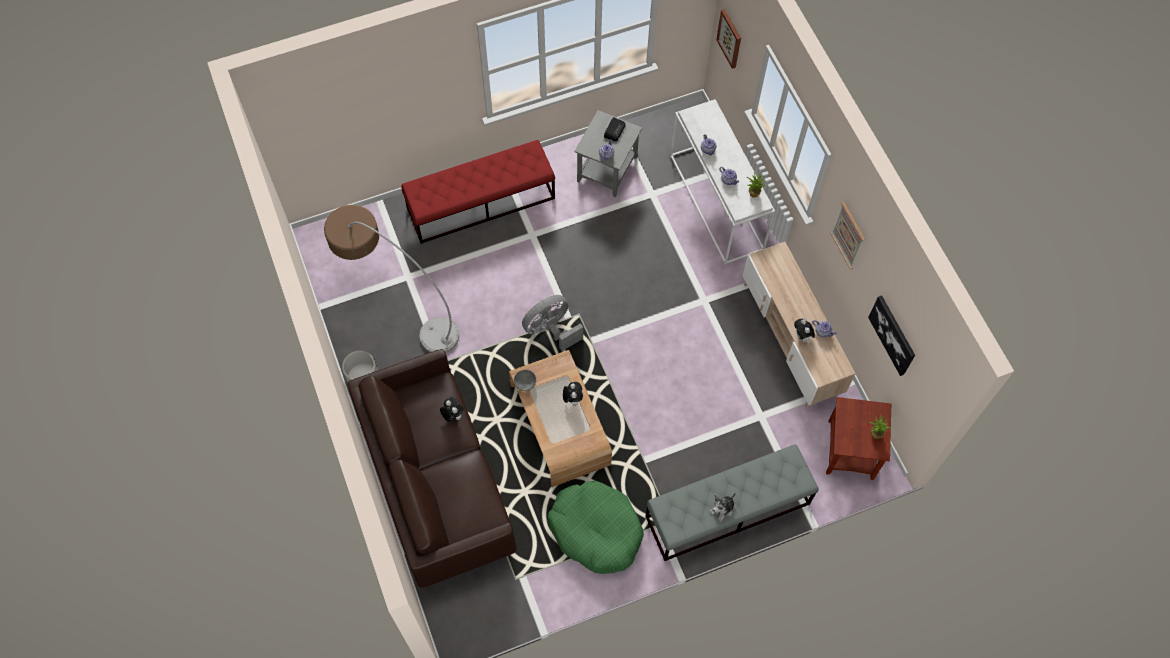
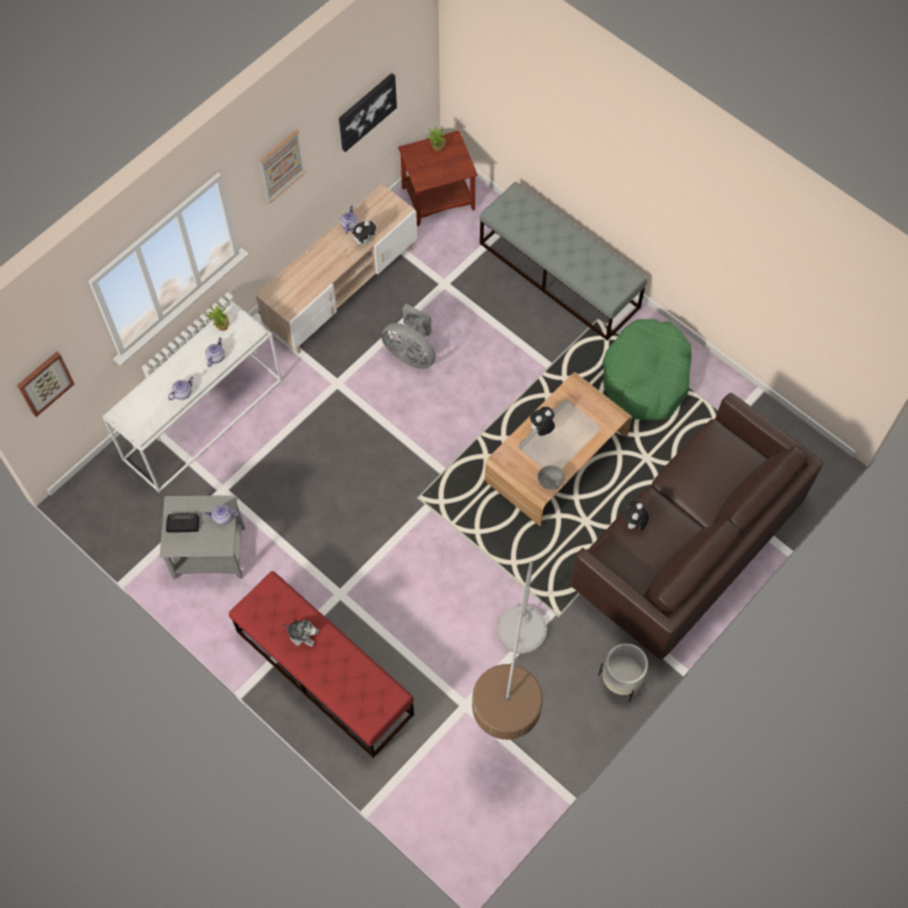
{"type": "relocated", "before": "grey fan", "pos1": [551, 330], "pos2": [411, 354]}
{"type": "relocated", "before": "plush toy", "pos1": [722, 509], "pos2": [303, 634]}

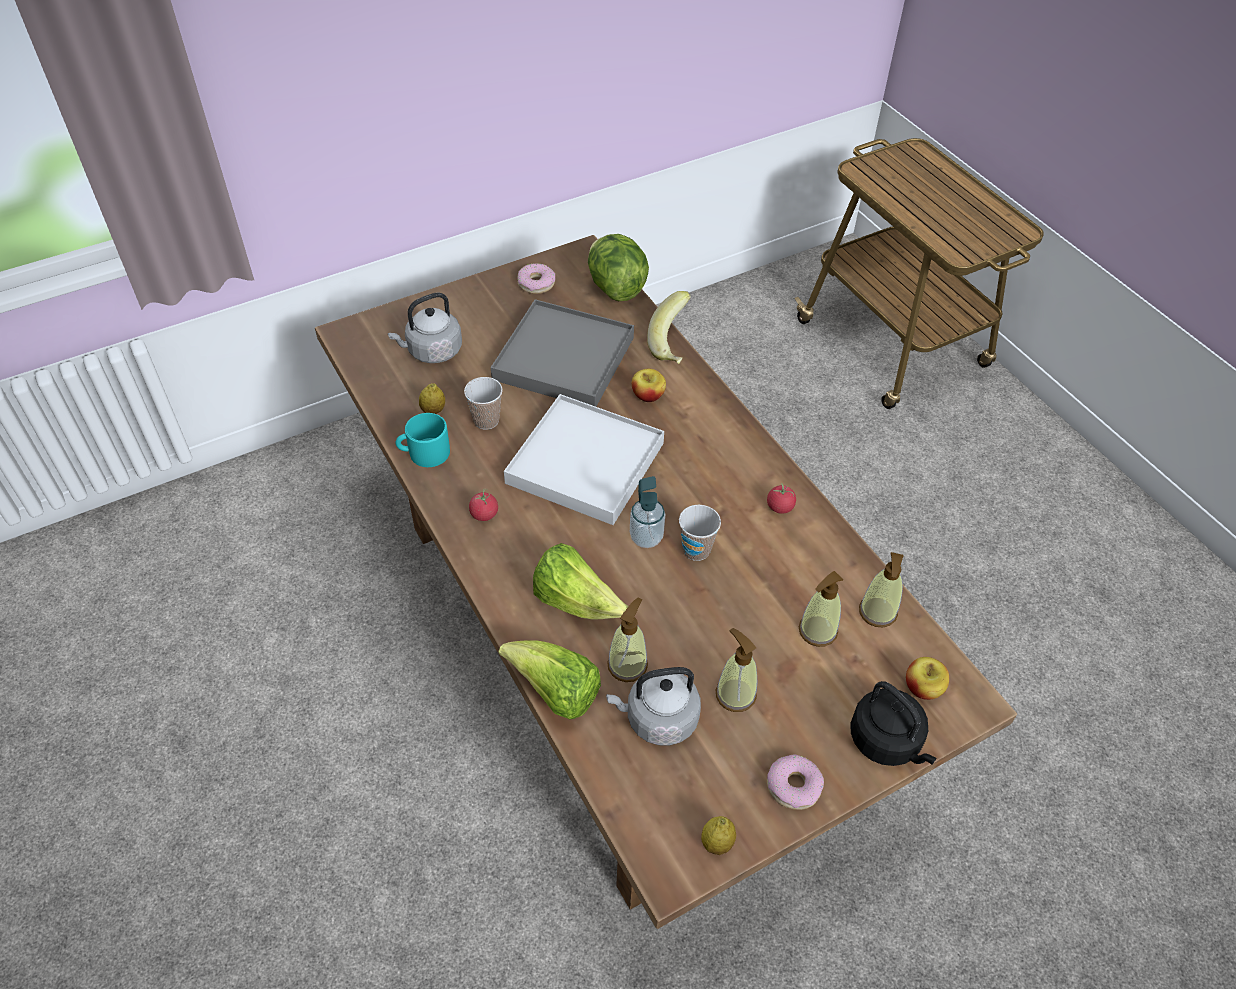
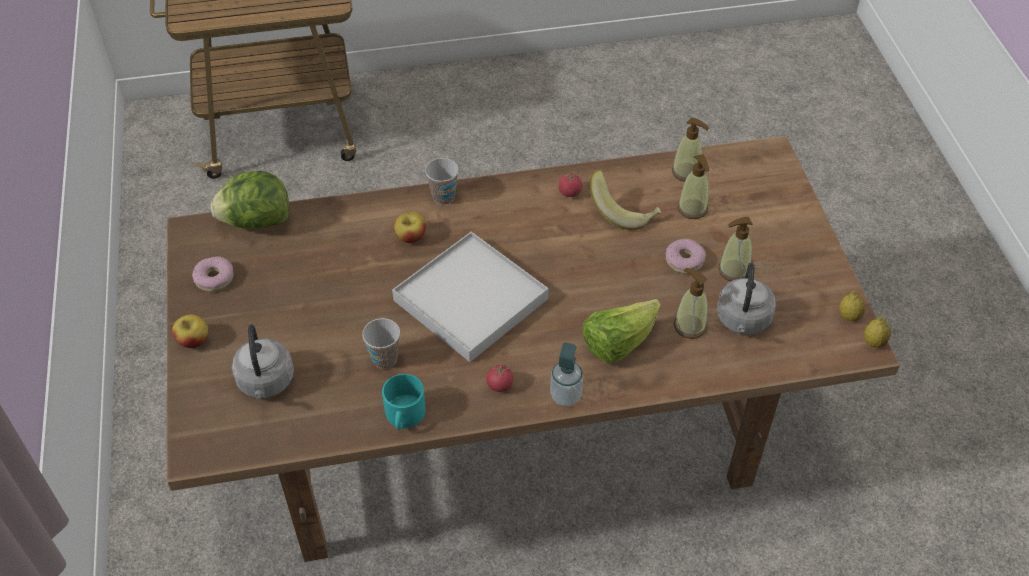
{"type": "relocated", "before": "banana", "pos1": [674, 344], "pos2": [623, 212]}
{"type": "missing", "before": "grey tray", "pos1": [564, 359]}
{"type": "relocated", "before": "lemon", "pos1": [433, 410], "pos2": [874, 342]}
{"type": "relocated", "before": "soap dispenser", "pos1": [646, 537], "pos2": [565, 396]}
{"type": "relocated", "before": "cup", "pos1": [696, 550], "pos2": [443, 196]}
{"type": "missing", "before": "lettuce", "pos1": [555, 692]}
{"type": "relocated", "before": "apple", "pos1": [922, 688], "pos2": [193, 340]}
{"type": "missing", "before": "black kettle", "pos1": [887, 742]}
{"type": "relocated", "before": "donut", "pos1": [793, 786], "pos2": [684, 260]}

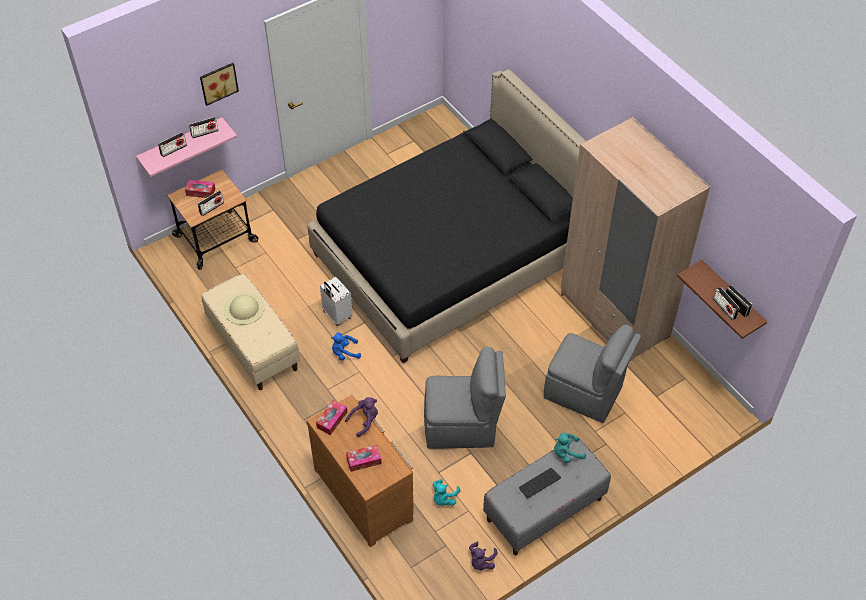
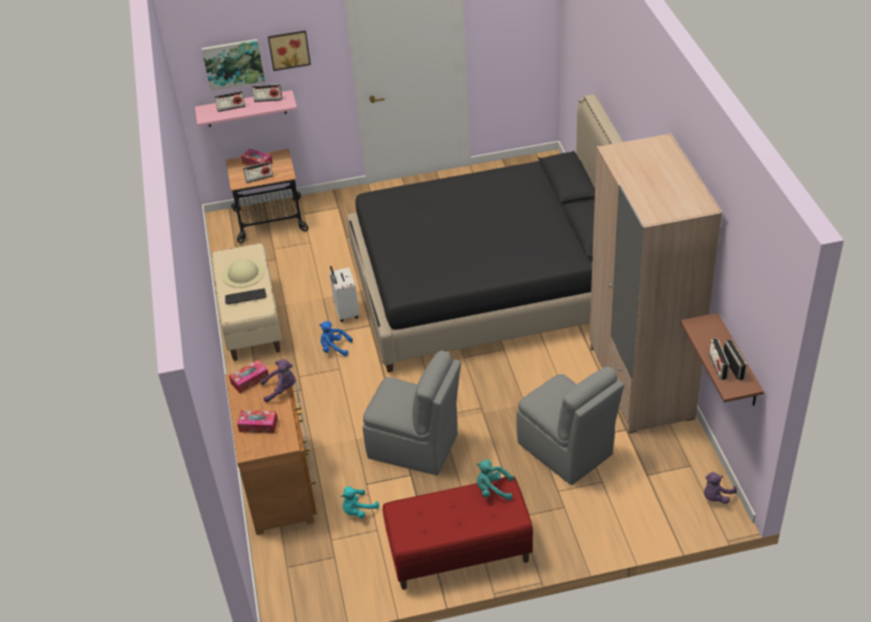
{"type": "colour", "before": "grey bench", "after": "red bench", "pos1": [544, 510], "pos2": [459, 553]}
{"type": "relocated", "before": "keyboard", "pos1": [539, 483], "pos2": [245, 296]}
{"type": "relocated", "before": "purple plush toy", "pos1": [481, 562], "pos2": [716, 496]}
{"type": "appeared", "after": "picture", "pos2": [233, 64]}

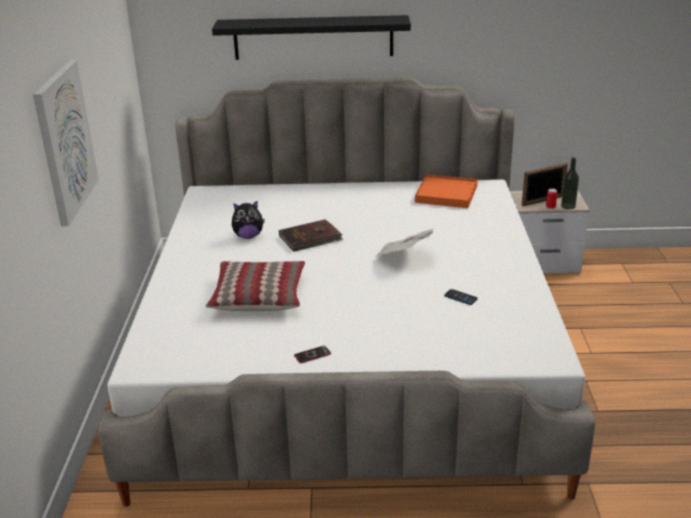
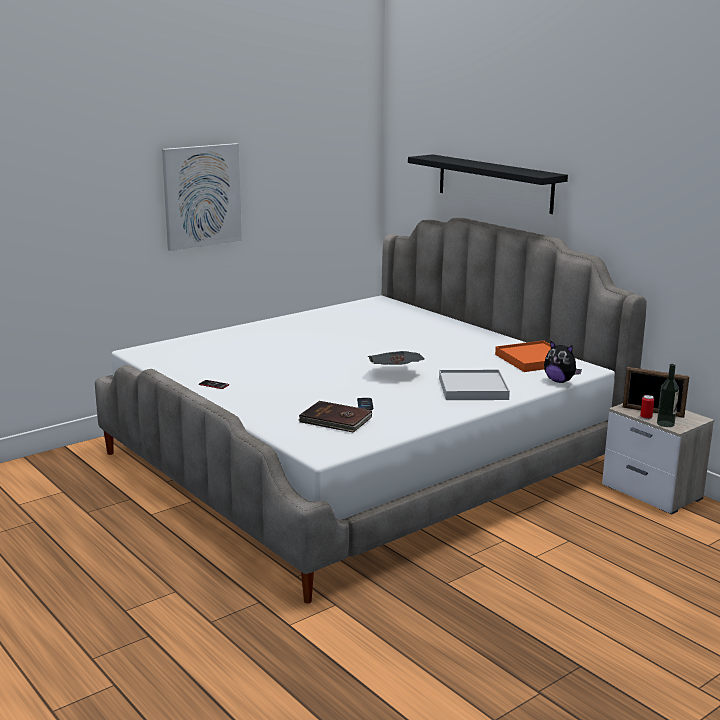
{"type": "relocated", "before": "plush toy", "pos1": [248, 236], "pos2": [559, 381]}
{"type": "relocated", "before": "brown book", "pos1": [311, 238], "pos2": [335, 420]}
{"type": "missing", "before": "pillow", "pos1": [258, 296]}
{"type": "appeared", "after": "white tray", "pos2": [472, 389]}

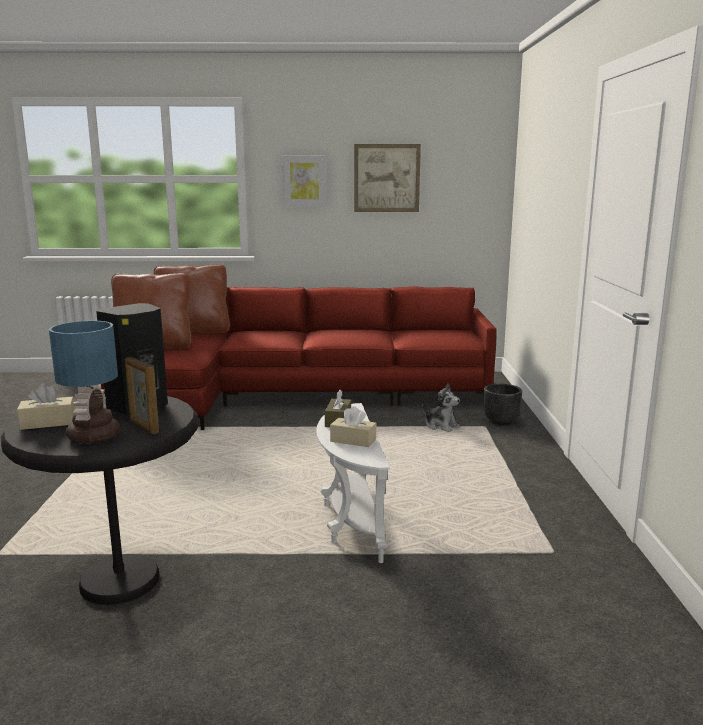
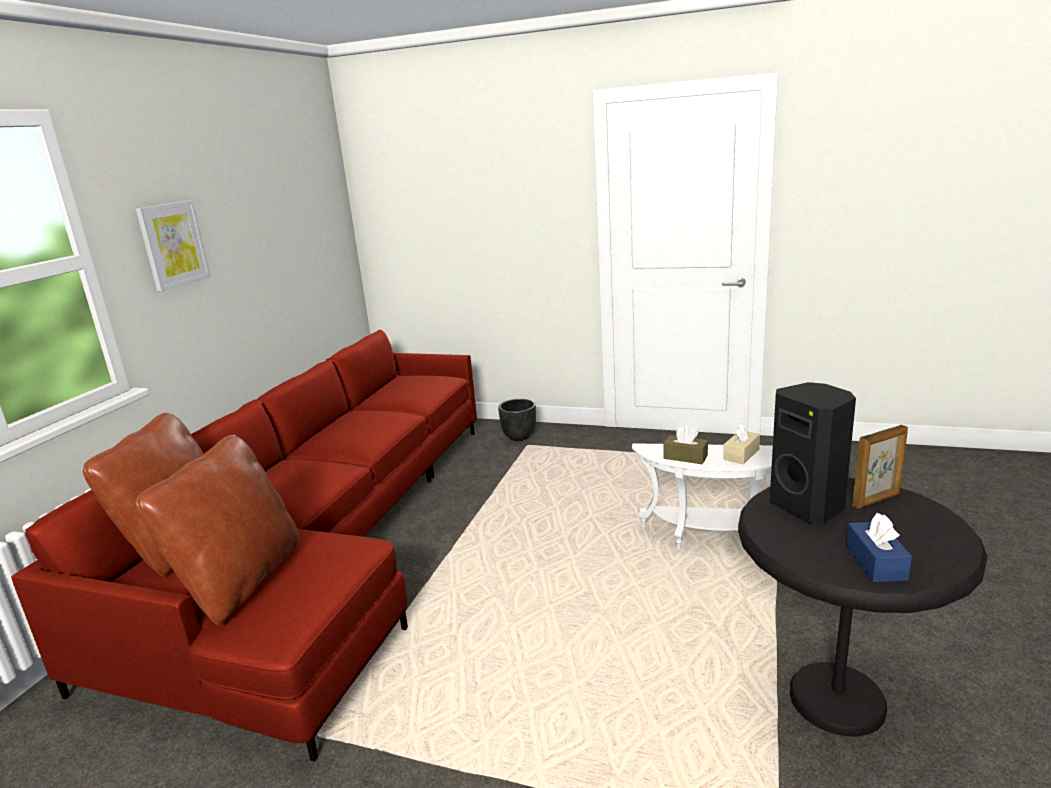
{"type": "missing", "before": "picture", "pos1": [386, 178]}
{"type": "missing", "before": "table lamp", "pos1": [94, 437]}
{"type": "colour", "before": "beige tissue box", "after": "blue tissue box", "pos1": [48, 422], "pos2": [876, 562]}
{"type": "missing", "before": "plush toy", "pos1": [441, 426]}

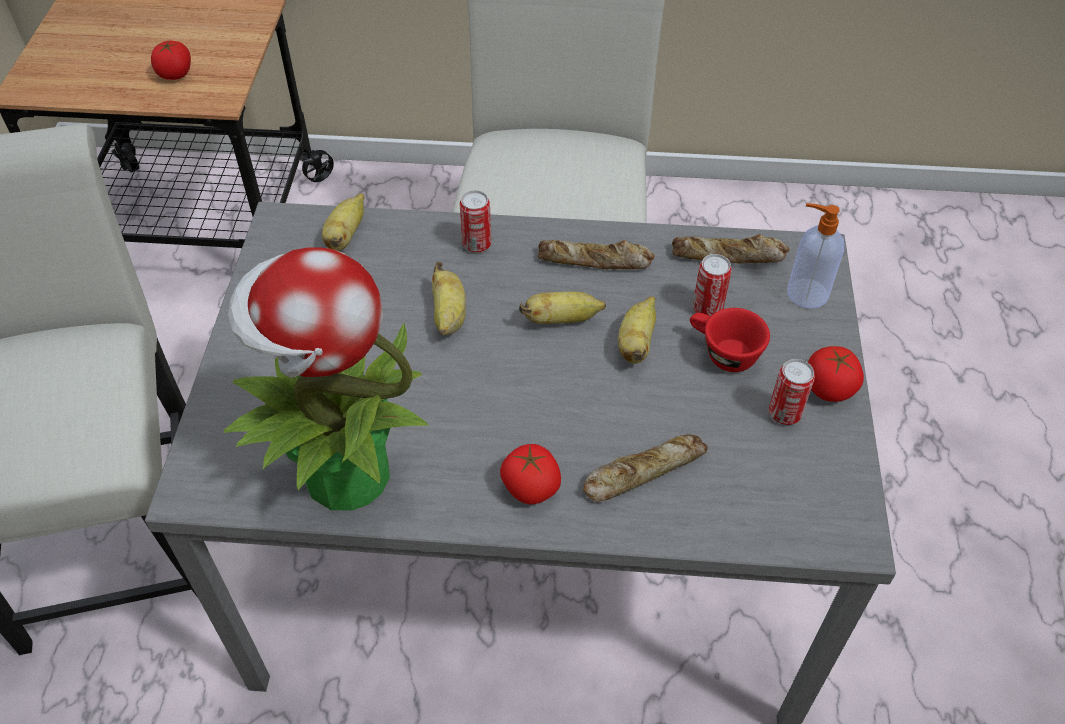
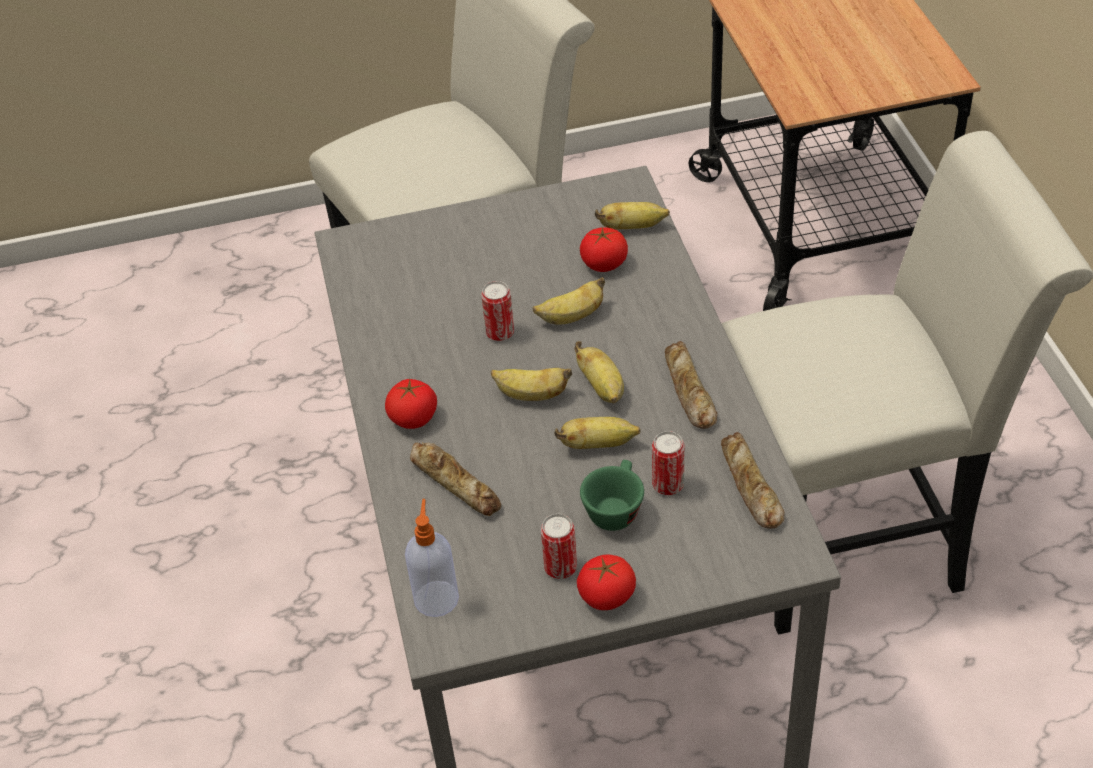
{"type": "relocated", "before": "tomato", "pos1": [175, 74], "pos2": [604, 264]}
{"type": "relocated", "before": "can", "pos1": [477, 244], "pos2": [500, 333]}
{"type": "relocated", "before": "soap dispenser", "pos1": [805, 293], "pos2": [436, 597]}
{"type": "missing", "before": "potted plant", "pos1": [343, 474]}
{"type": "colour", "before": "red cup", "after": "green cup", "pos1": [722, 353], "pos2": [614, 508]}
{"type": "appeared", "after": "banana", "pos2": [531, 395]}

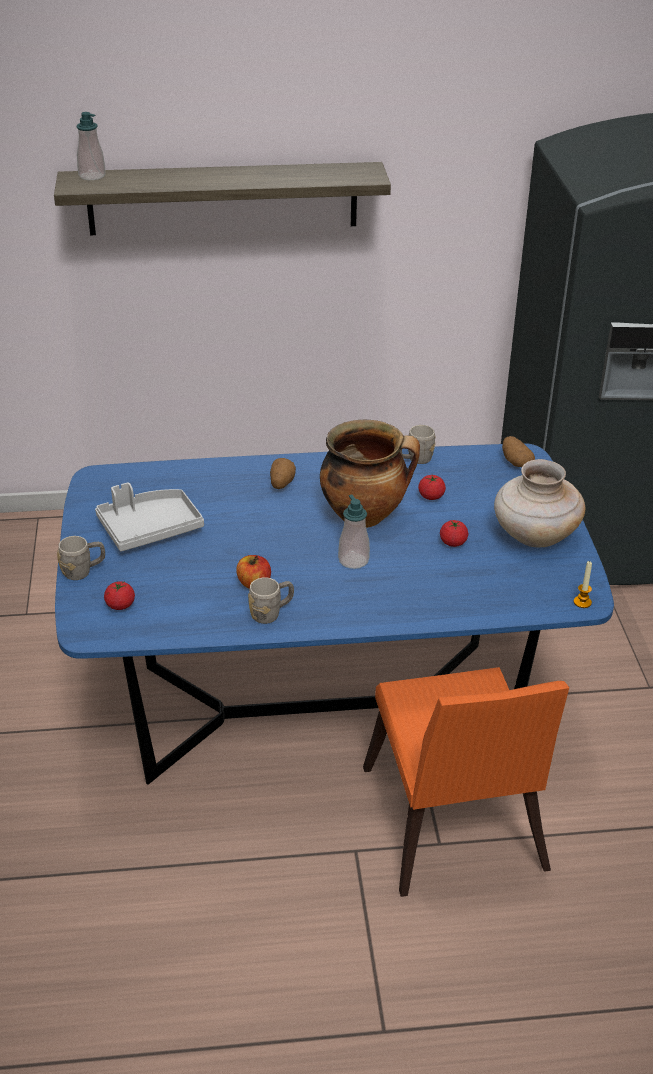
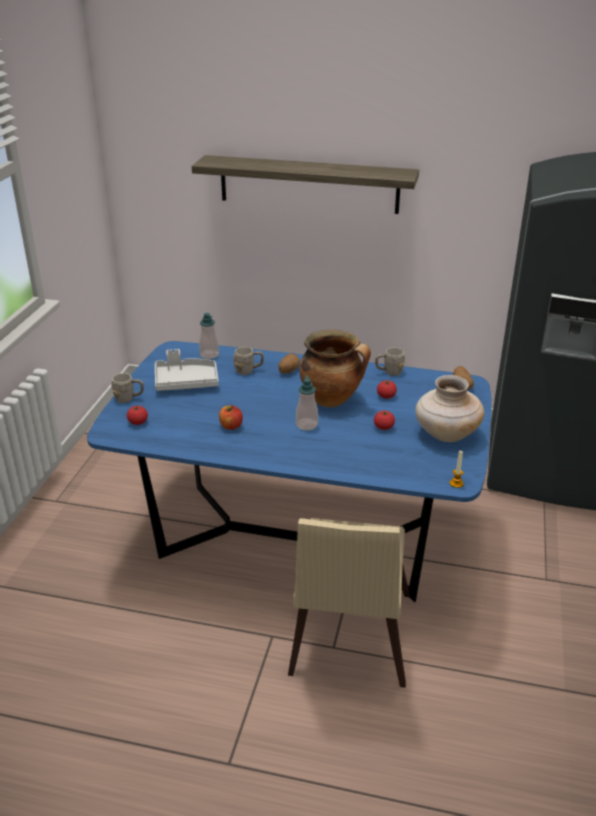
{"type": "relocated", "before": "soap dispenser", "pos1": [92, 176], "pos2": [209, 355]}
{"type": "relocated", "before": "grey mug", "pos1": [271, 613], "pos2": [249, 370]}
{"type": "colour", "before": "orange chair", "after": "beige chair", "pos1": [453, 830], "pos2": [348, 640]}

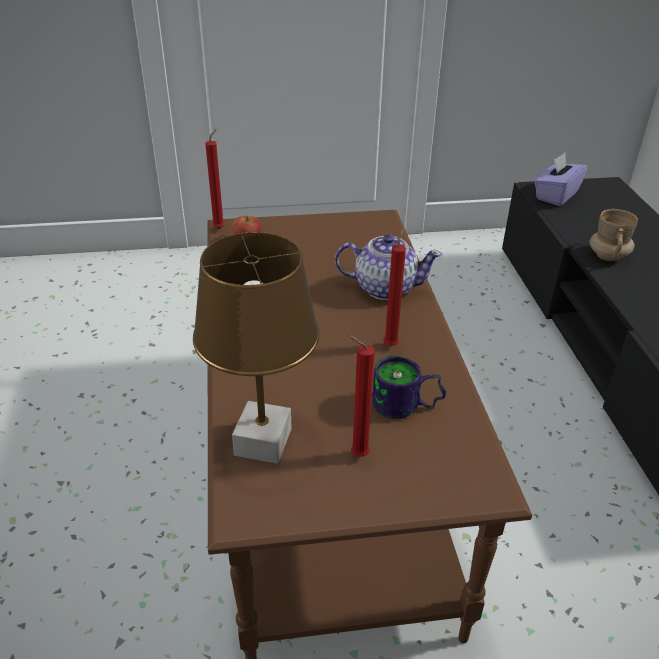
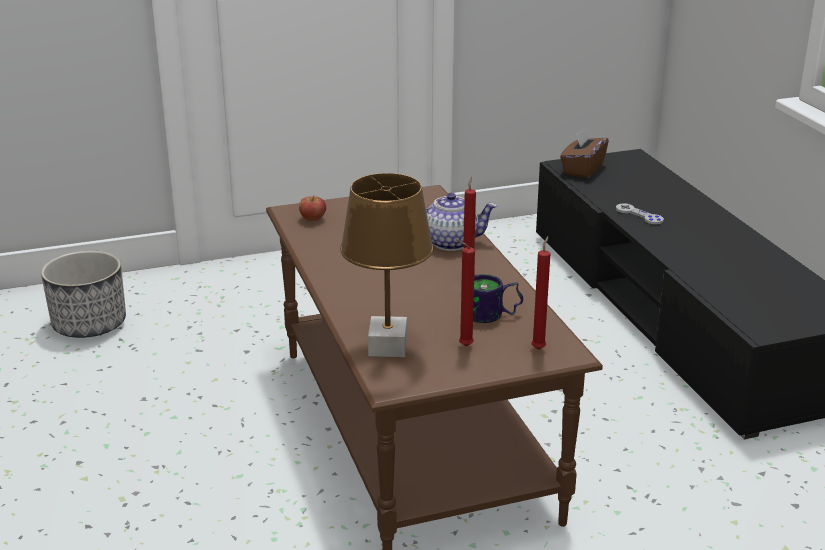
{"type": "relocated", "before": "red candle", "pos1": [220, 228], "pos2": [539, 348]}
{"type": "colour", "before": "purple tissue box", "after": "brown tissue box", "pos1": [556, 195], "pos2": [582, 169]}
{"type": "exchanged", "before": "beige mug", "after": "grey game controller", "pos1": [608, 256], "pos2": [639, 215]}
{"type": "appeared", "after": "planter", "pos2": [90, 325]}

